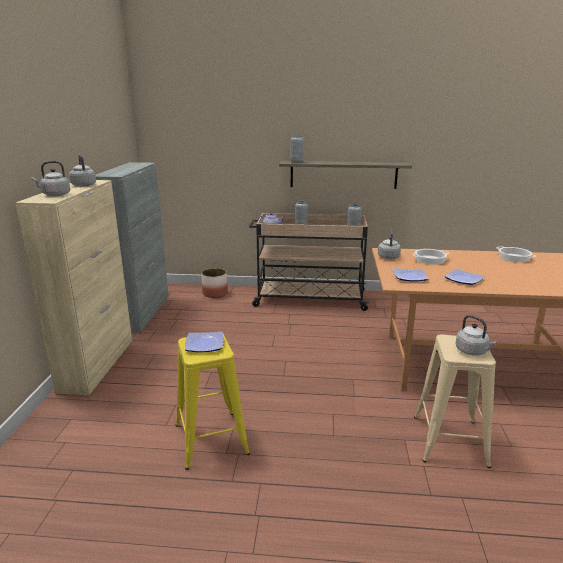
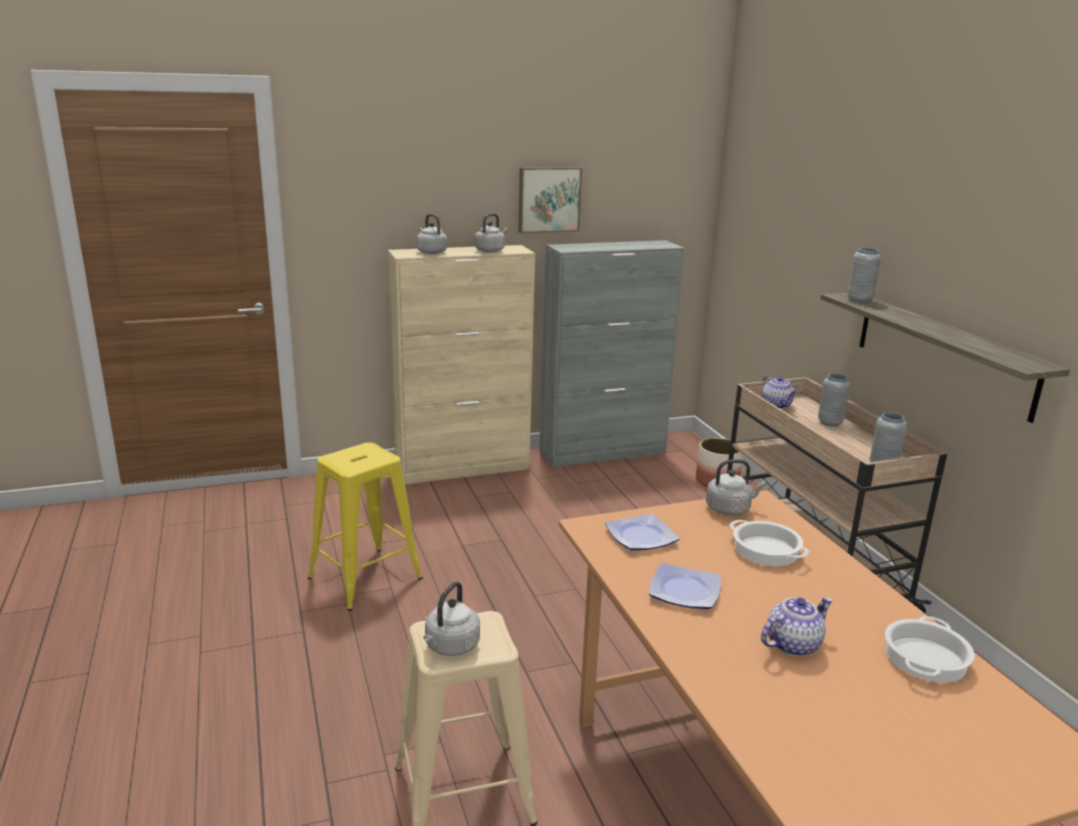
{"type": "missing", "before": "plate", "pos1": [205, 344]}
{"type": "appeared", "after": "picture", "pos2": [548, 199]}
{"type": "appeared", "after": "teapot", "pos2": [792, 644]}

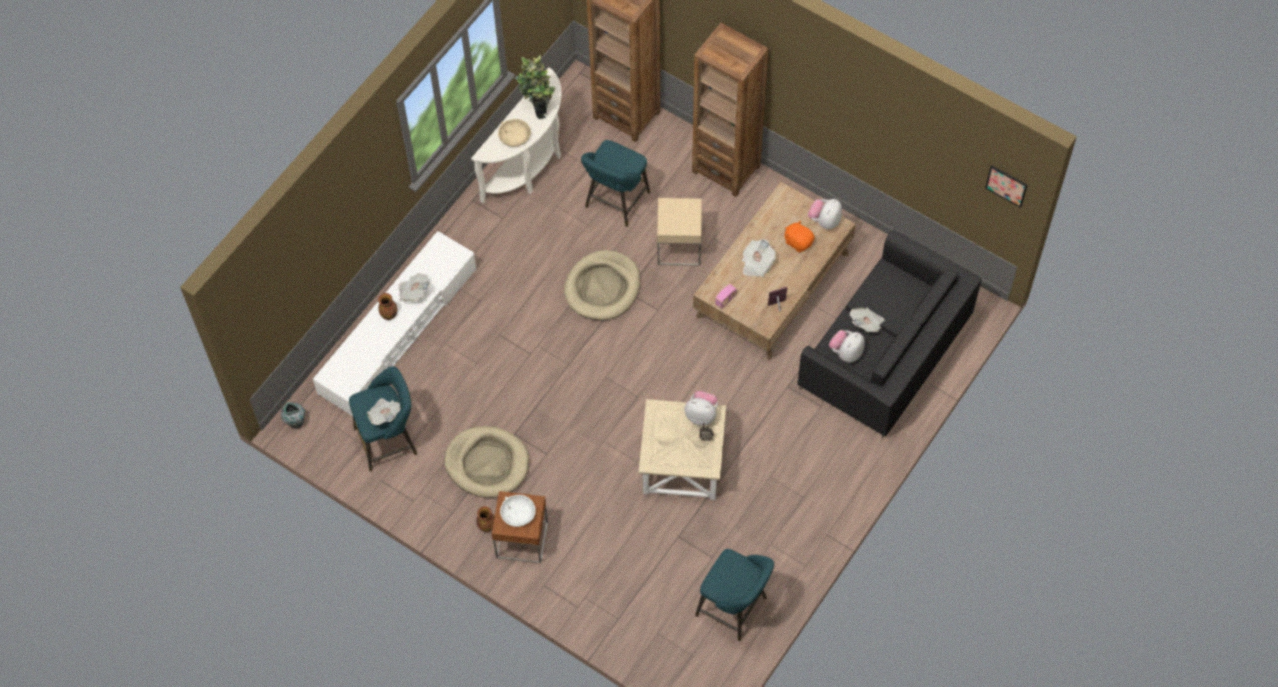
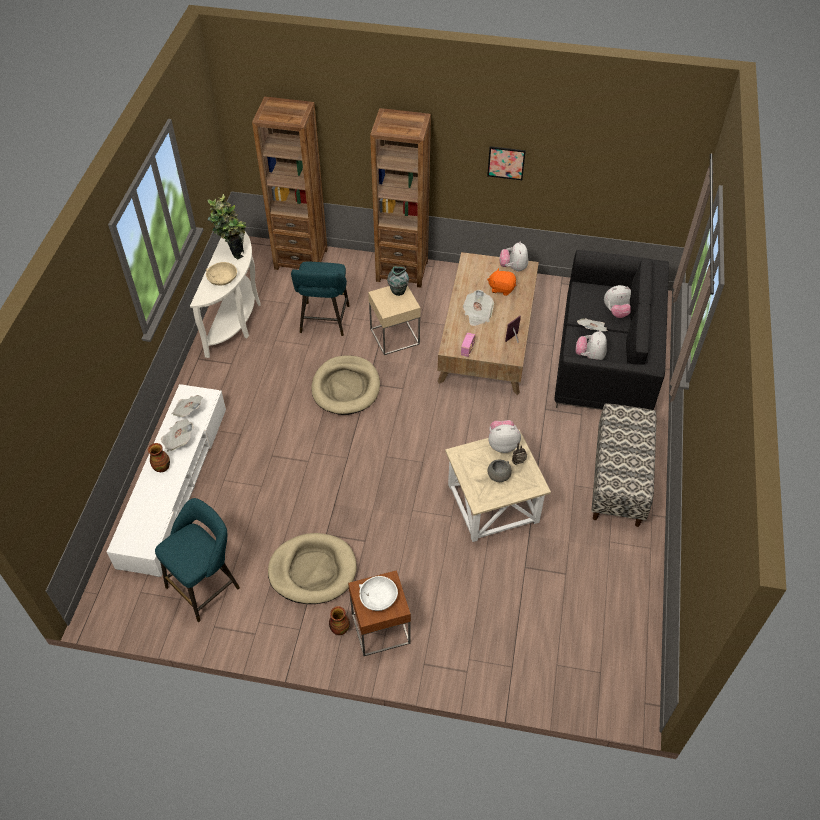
{"type": "relocated", "before": "picture", "pos1": [1006, 185], "pos2": [506, 163]}
{"type": "relocated", "before": "newspaper", "pos1": [384, 415], "pos2": [188, 411]}
{"type": "relocated", "before": "vase", "pos1": [295, 422], "pos2": [398, 291]}
{"type": "missing", "before": "turquoise stool", "pos1": [734, 609]}
{"type": "appeared", "after": "plush toy", "pos2": [616, 311]}
{"type": "appeared", "after": "bench", "pos2": [619, 480]}
{"type": "appeared", "after": "grey bowl", "pos2": [498, 476]}

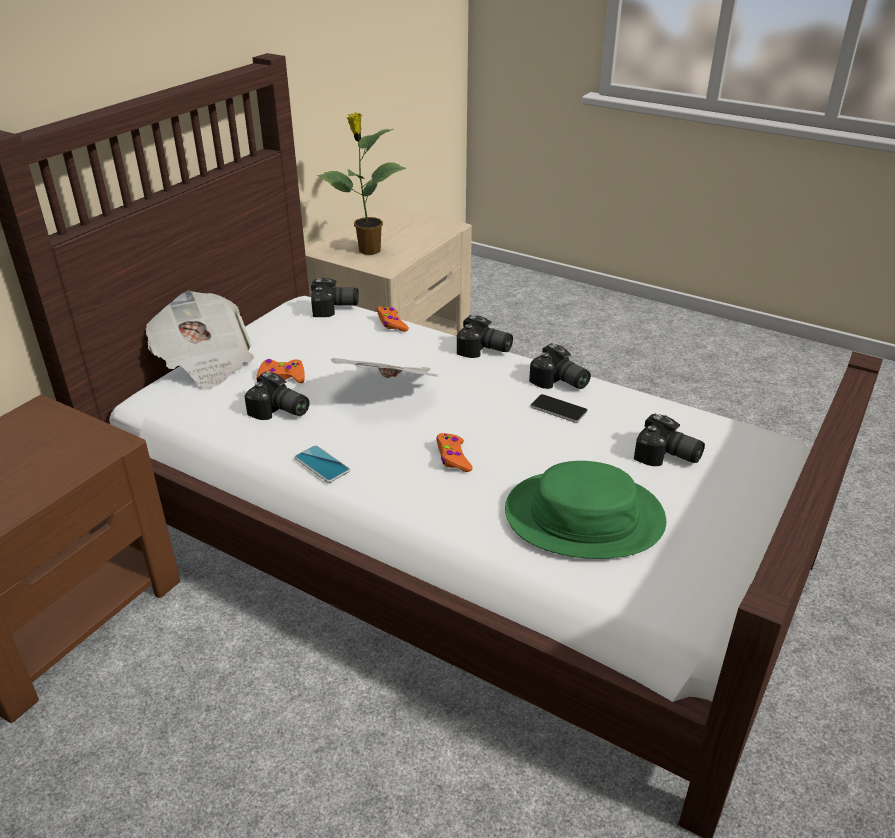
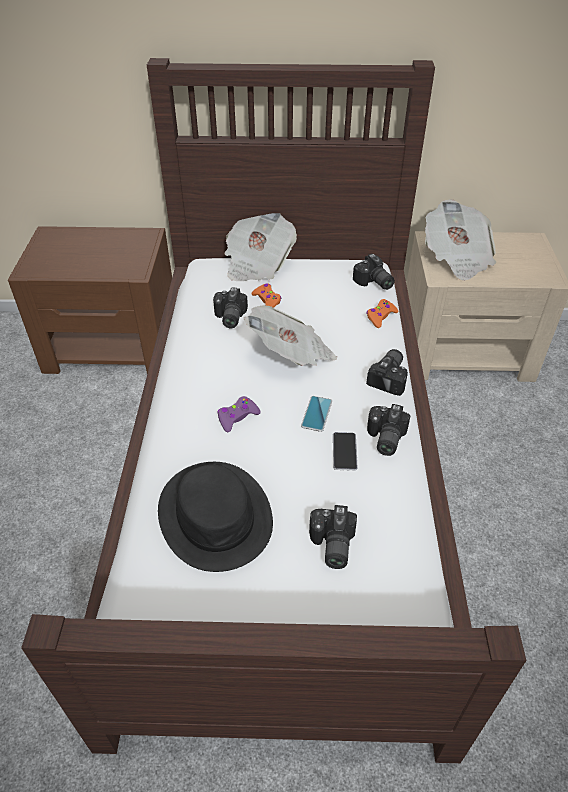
{"type": "exchanged", "before": "potted plant", "after": "newspaper", "pos1": [368, 250], "pos2": [456, 258]}
{"type": "spun", "before": "photo camera", "pos1": [484, 350], "pos2": [391, 378], "turn": -150}
{"type": "colour", "before": "orange game controller", "after": "purple game controller", "pos1": [453, 457], "pos2": [237, 417]}
{"type": "relocated", "before": "phone", "pos1": [322, 464], "pos2": [316, 414]}
{"type": "colour", "before": "green hat", "after": "black hat", "pos1": [584, 516], "pos2": [215, 515]}

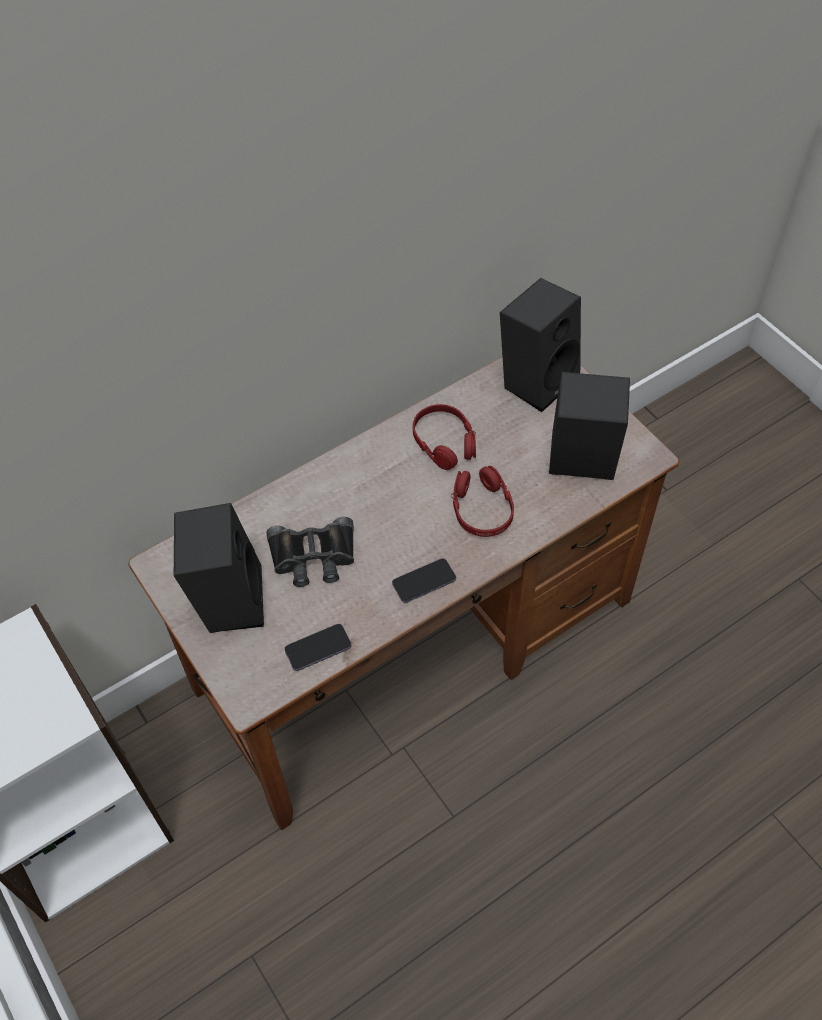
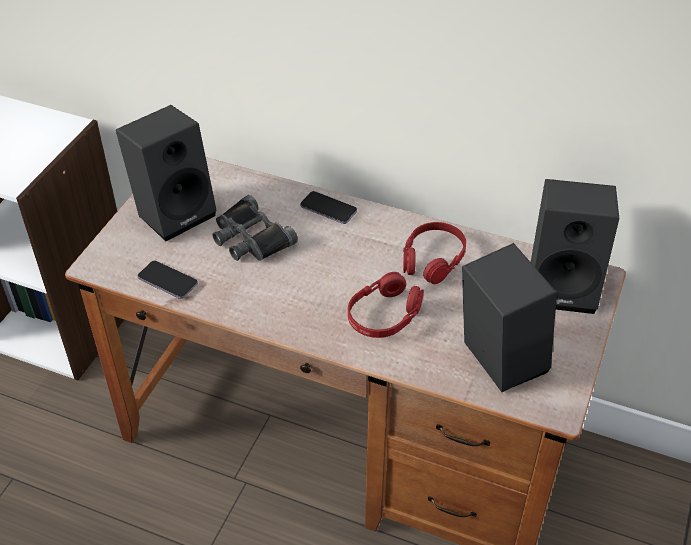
{"type": "relocated", "before": "phone", "pos1": [424, 581], "pos2": [328, 209]}

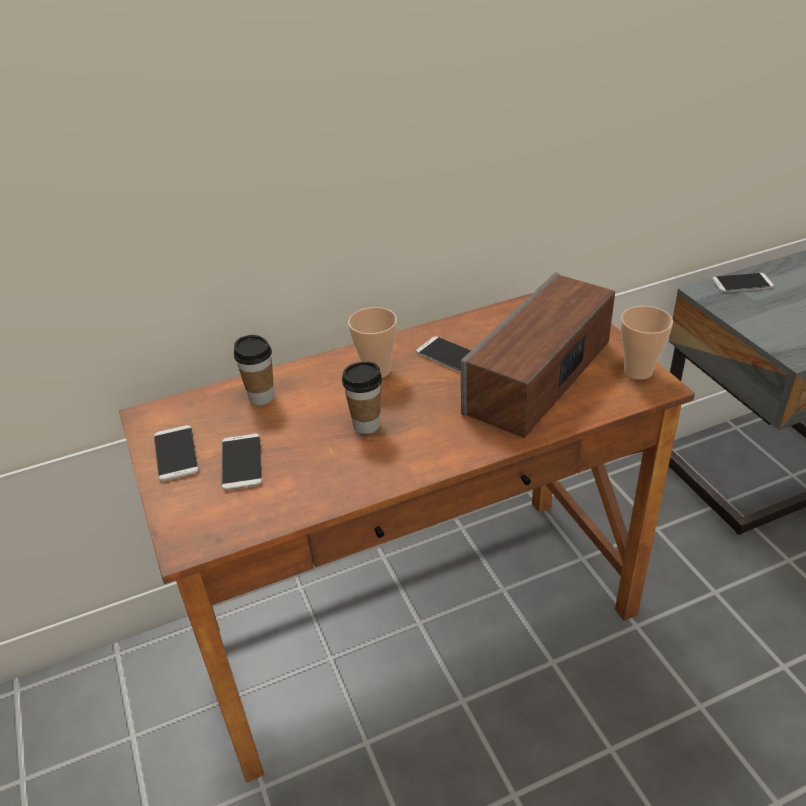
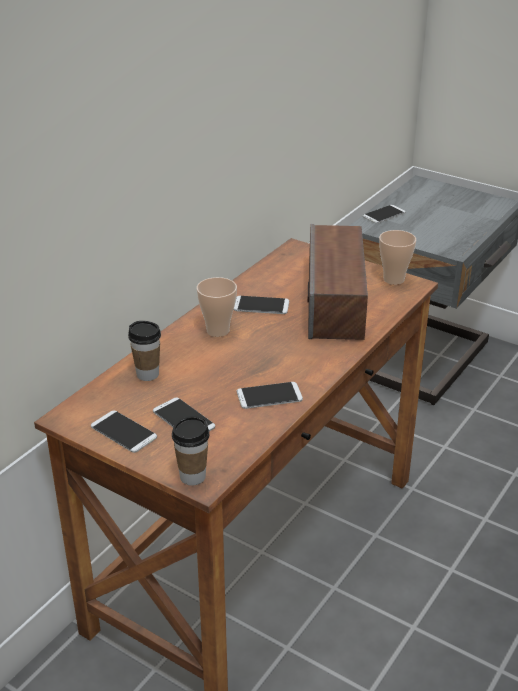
{"type": "relocated", "before": "cup", "pos1": [366, 425], "pos2": [192, 477]}
{"type": "appeared", "after": "phone", "pos2": [269, 396]}

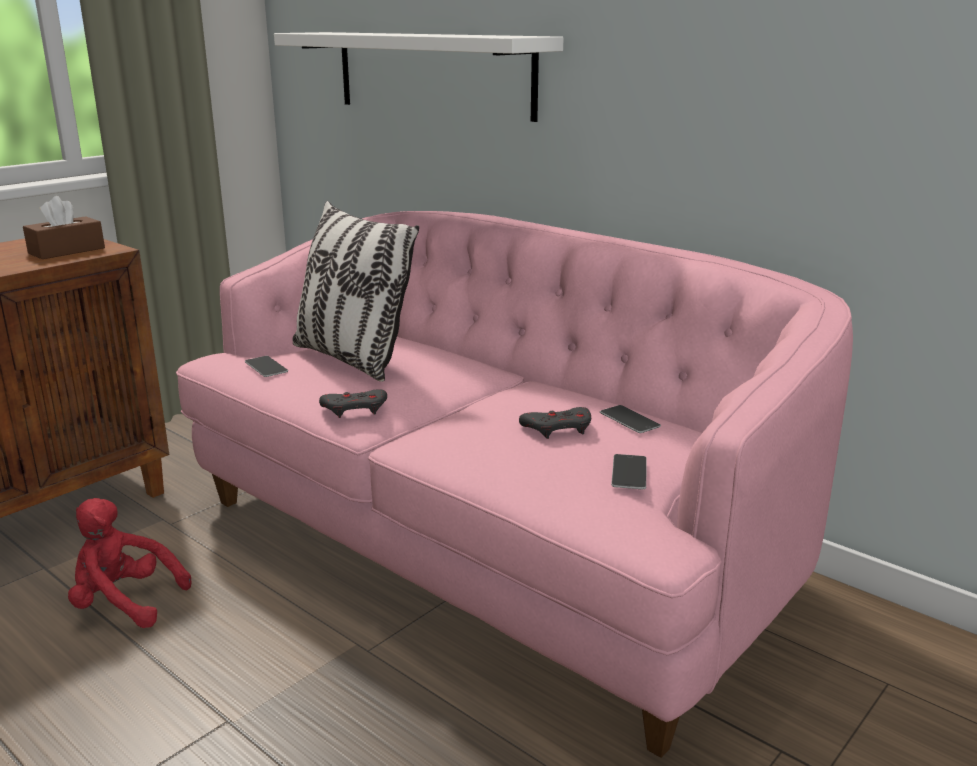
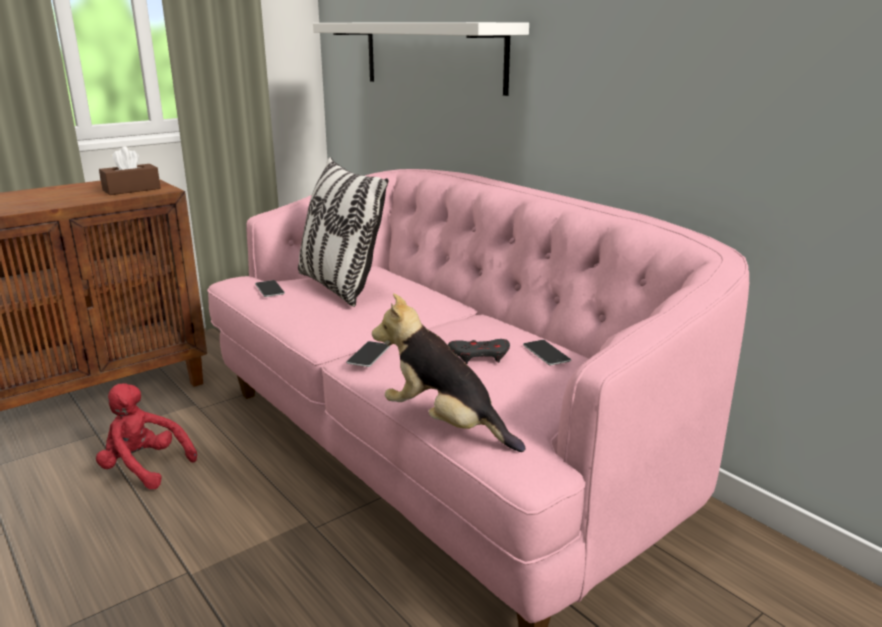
{"type": "missing", "before": "grey game controller", "pos1": [355, 408]}
{"type": "relocated", "before": "phone", "pos1": [629, 472], "pos2": [368, 354]}
{"type": "appeared", "after": "plush toy", "pos2": [445, 424]}

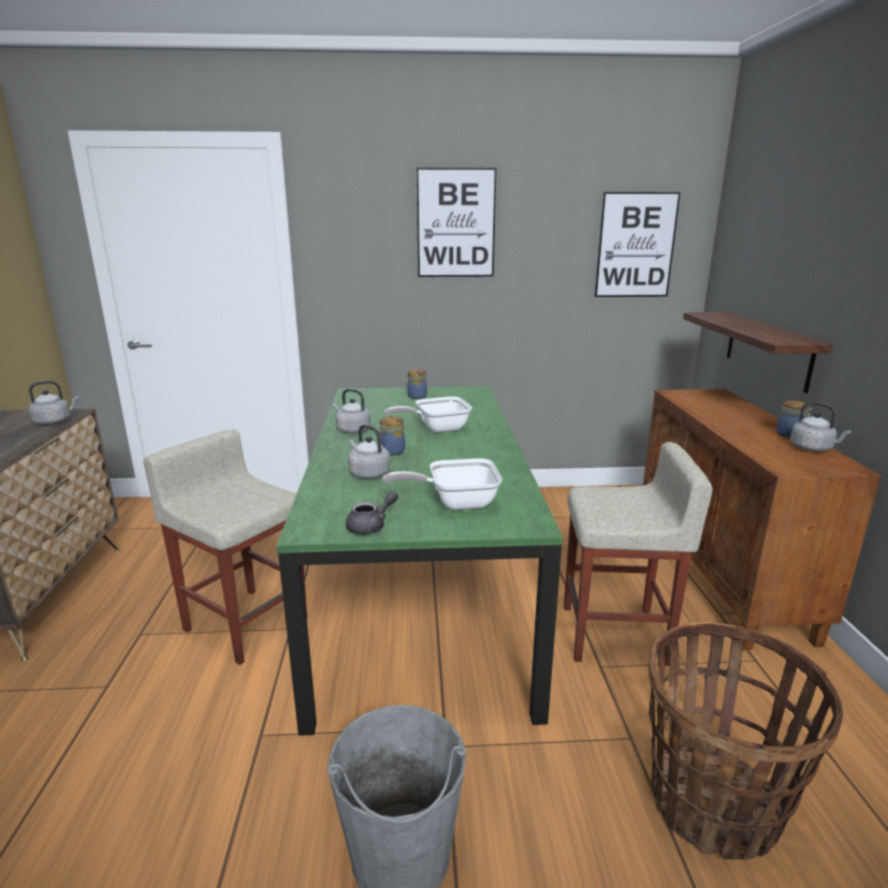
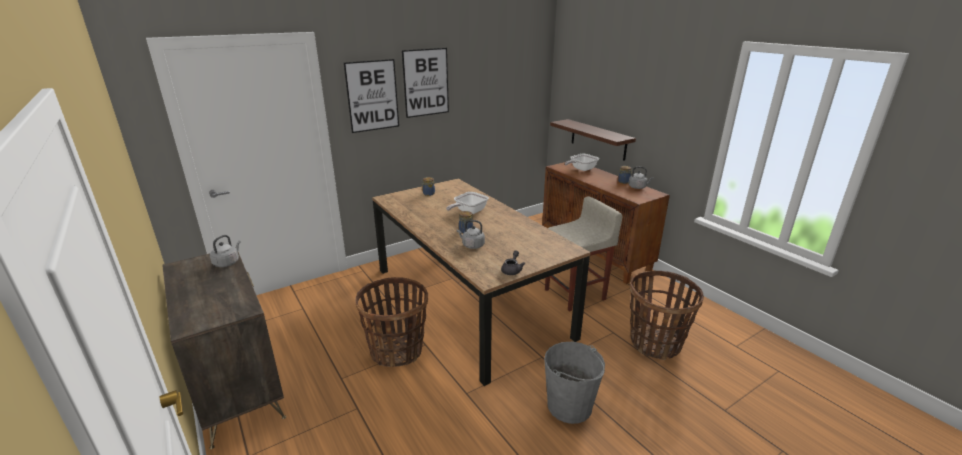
{"type": "relocated", "before": "picture", "pos1": [636, 245], "pos2": [372, 96]}
{"type": "colour", "before": "green dining table", "after": "brown dining table", "pos1": [418, 585], "pos2": [468, 301]}
{"type": "missing", "before": "grey kettle", "pos1": [352, 430]}
{"type": "exchanged", "before": "beige stool", "after": "basket", "pos1": [245, 623], "pos2": [397, 351]}
{"type": "relocated", "before": "frying pan", "pos1": [455, 502], "pos2": [581, 169]}

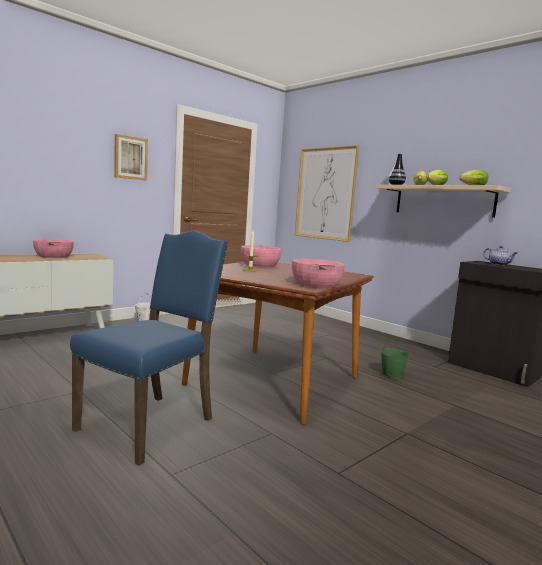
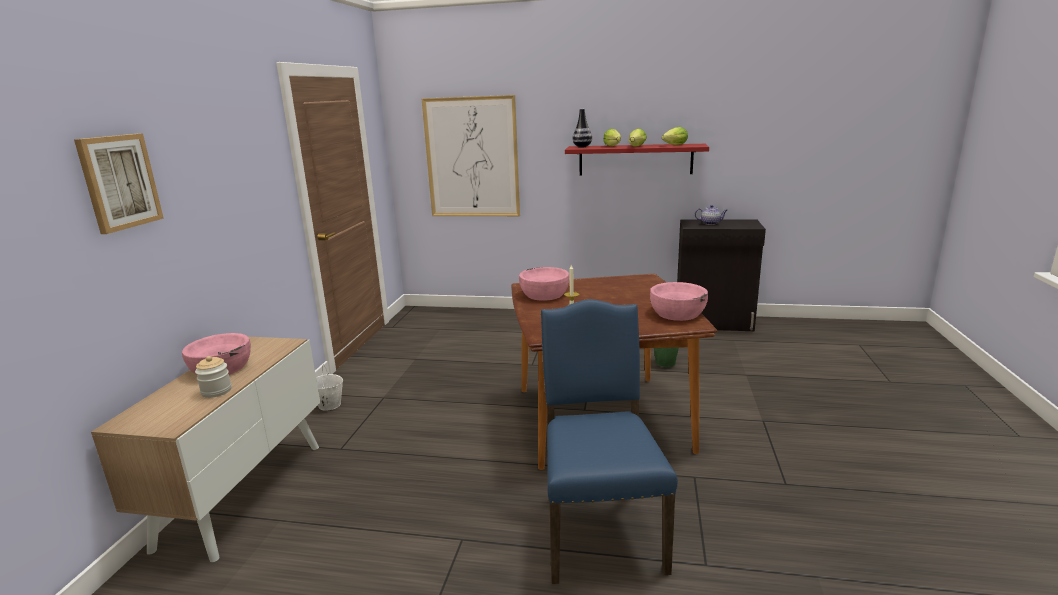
{"type": "relocated", "before": "picture", "pos1": [130, 158], "pos2": [119, 182]}
{"type": "colour", "before": "beige shelf", "after": "red shelf", "pos1": [443, 201], "pos2": [635, 159]}
{"type": "appeared", "after": "jar", "pos2": [216, 391]}

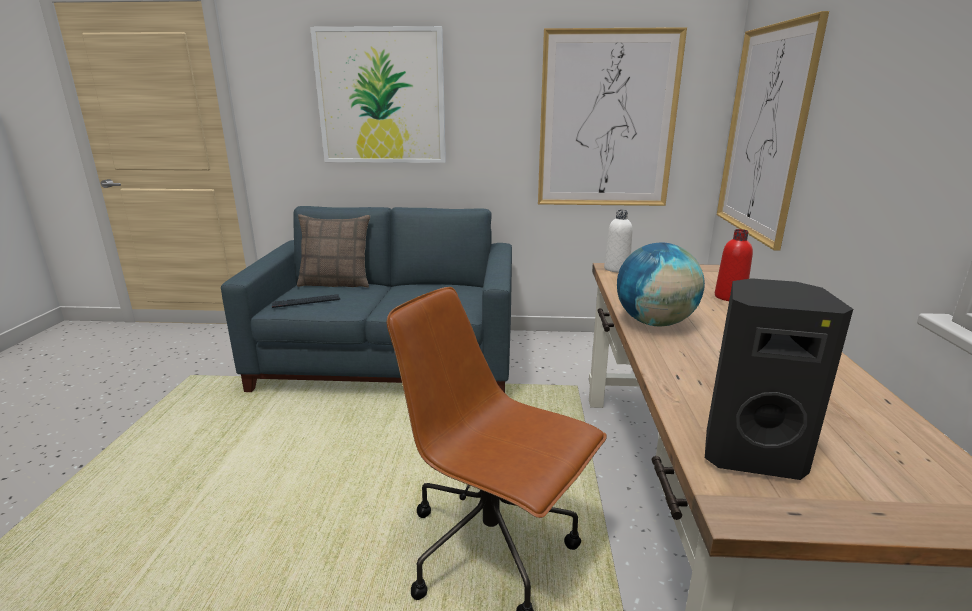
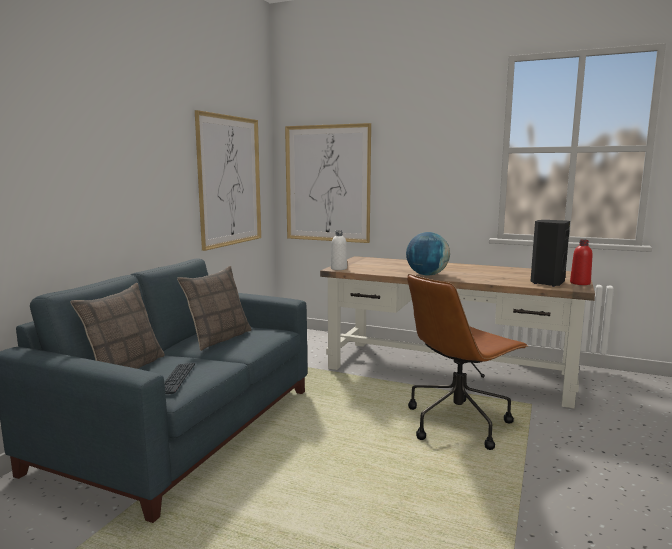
{"type": "missing", "before": "picture", "pos1": [381, 97]}
{"type": "relocated", "before": "red bottle", "pos1": [729, 297], "pos2": [580, 283]}
{"type": "appeared", "after": "pillow", "pos2": [218, 338]}

